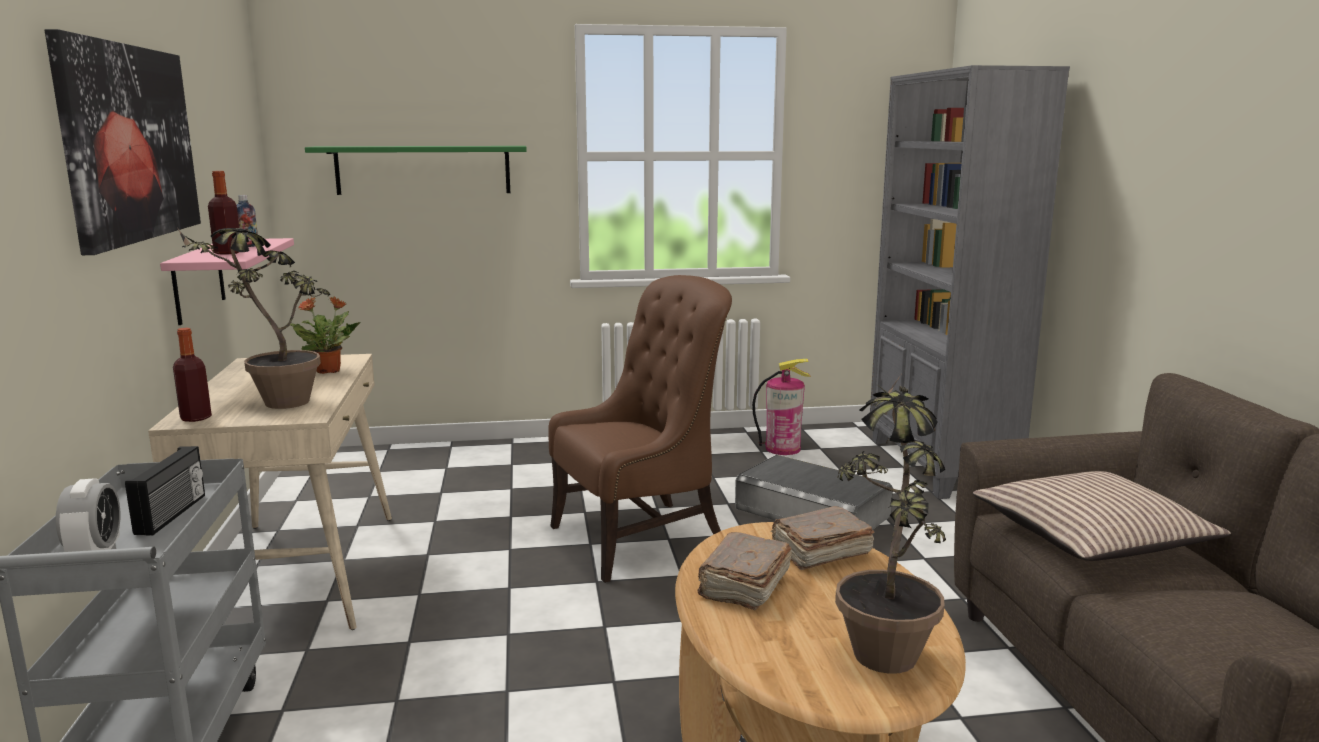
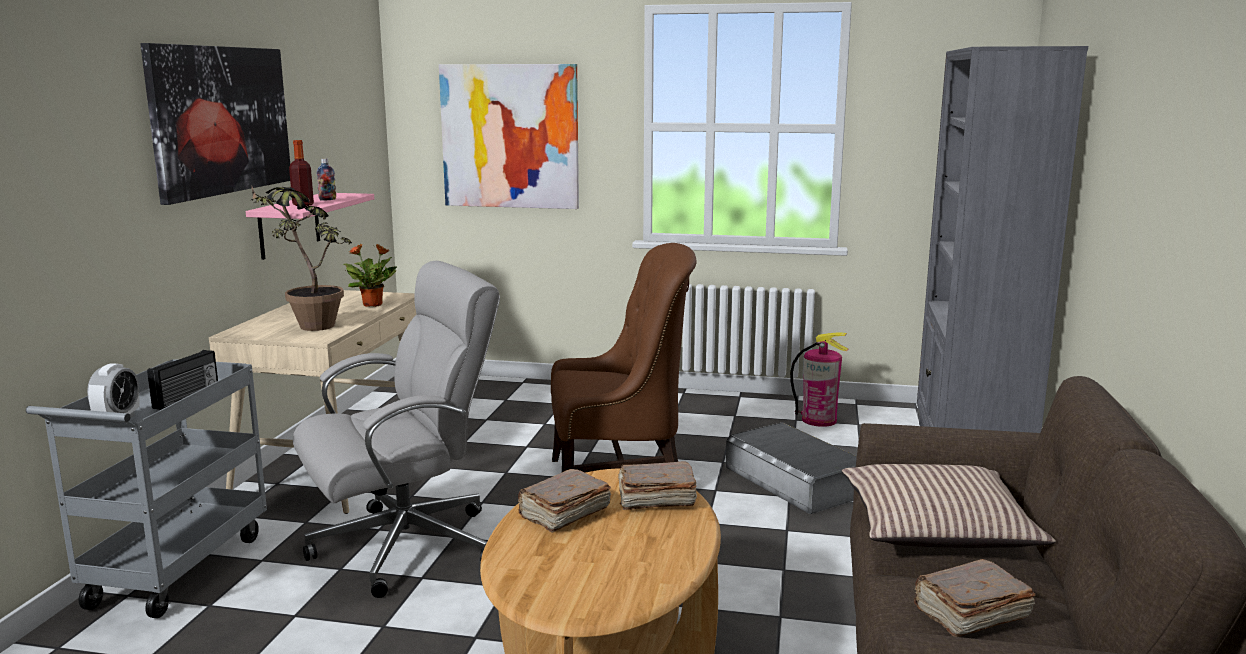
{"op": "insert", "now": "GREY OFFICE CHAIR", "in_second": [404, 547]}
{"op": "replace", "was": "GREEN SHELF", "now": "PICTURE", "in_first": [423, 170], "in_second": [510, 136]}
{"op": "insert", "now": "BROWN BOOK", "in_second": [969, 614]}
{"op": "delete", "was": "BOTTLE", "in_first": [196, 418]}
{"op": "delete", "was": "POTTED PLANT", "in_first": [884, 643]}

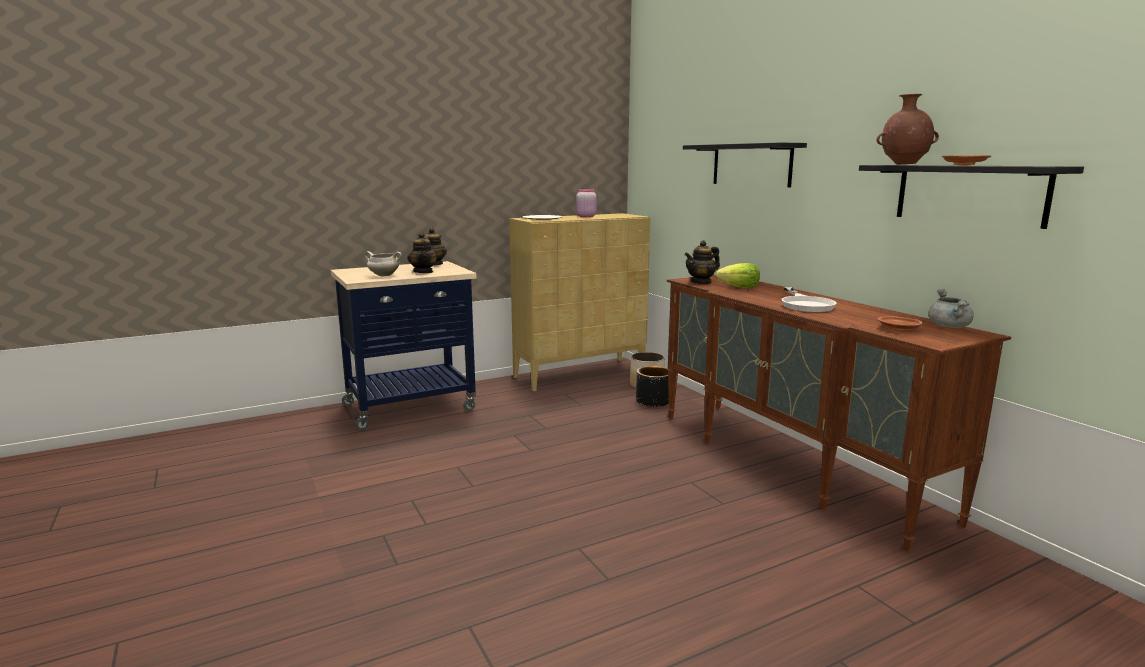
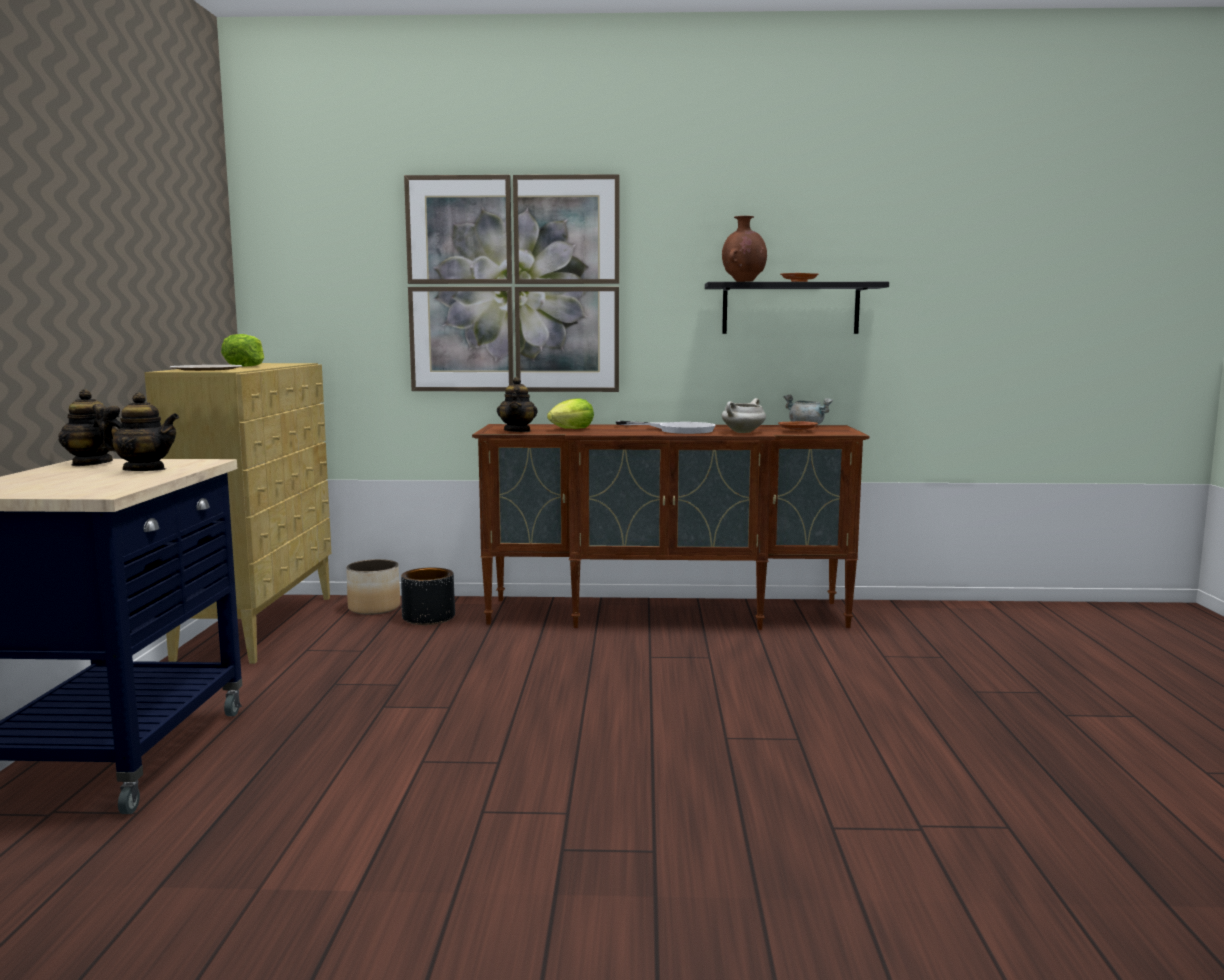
{"op": "replace", "was": "PINK JAR", "now": "LETTUCE", "in_first": [585, 217], "in_second": [245, 366]}
{"op": "replace", "was": "BLACK SHELF", "now": "PICTURE", "in_first": [751, 165], "in_second": [513, 285]}
{"op": "move", "was": "WHITE COOKING POT", "in_first": [383, 275], "in_second": [743, 432]}

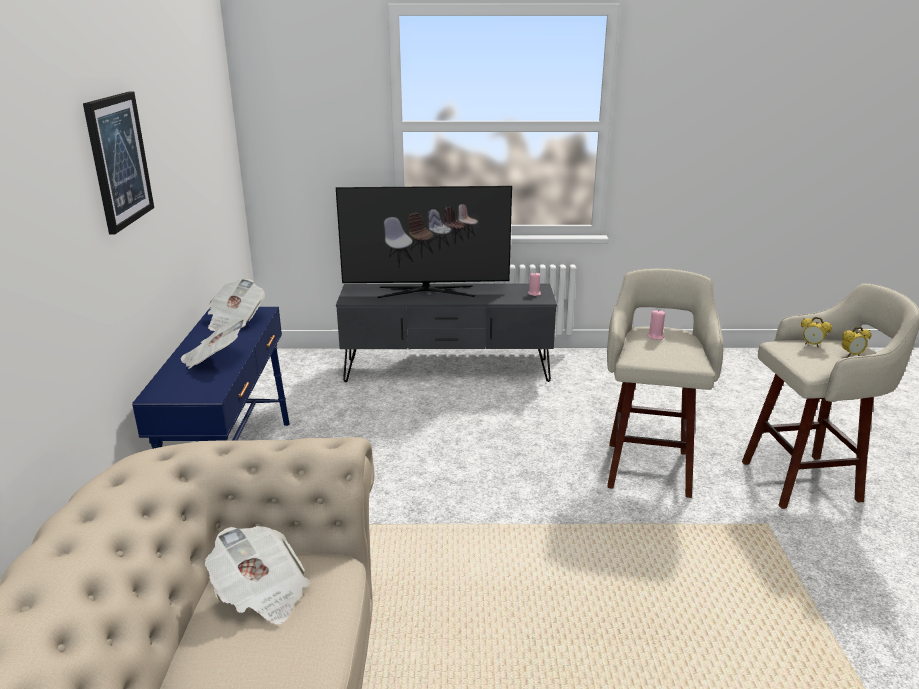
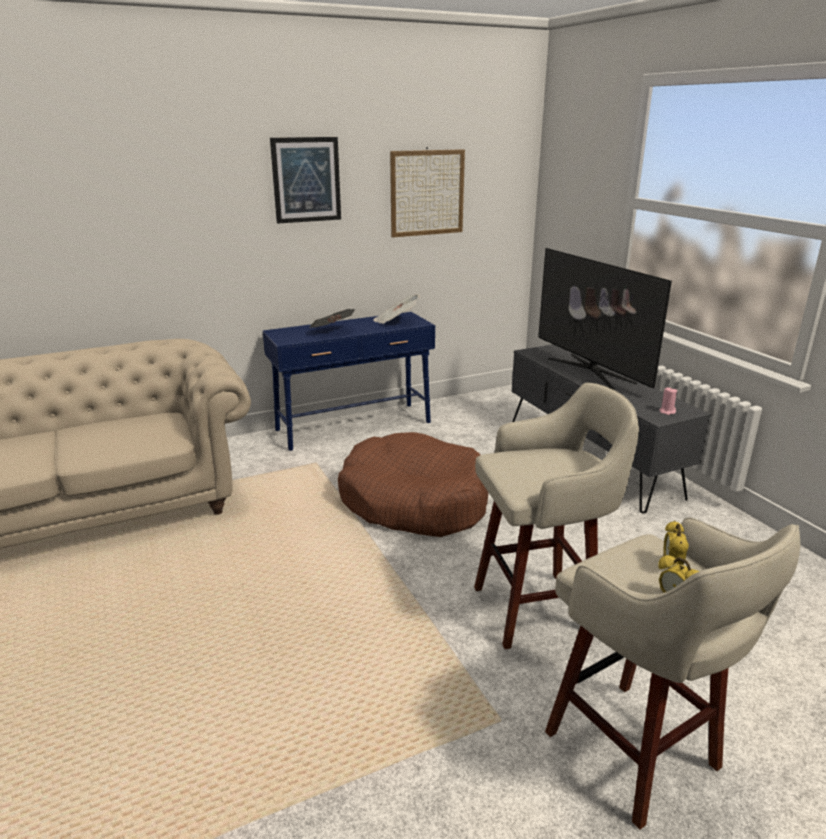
{"op": "insert", "now": "BROWN DOG BED", "in_second": [414, 501]}
{"op": "insert", "now": "PICTURE", "in_second": [427, 191]}
{"op": "delete", "was": "NEWSPAPER", "in_first": [261, 593]}
{"op": "delete", "was": "PINK CANDLE", "in_first": [655, 336]}

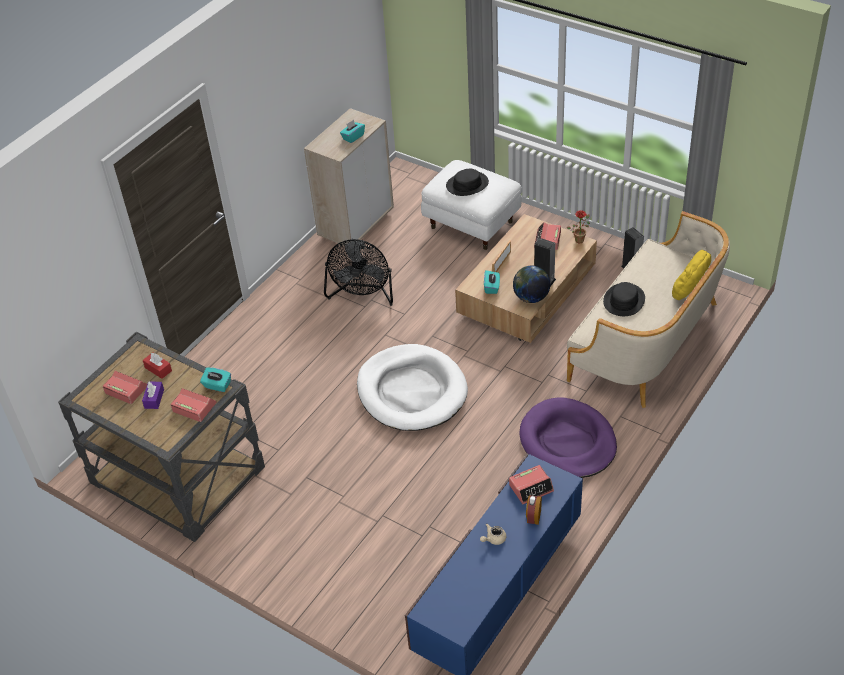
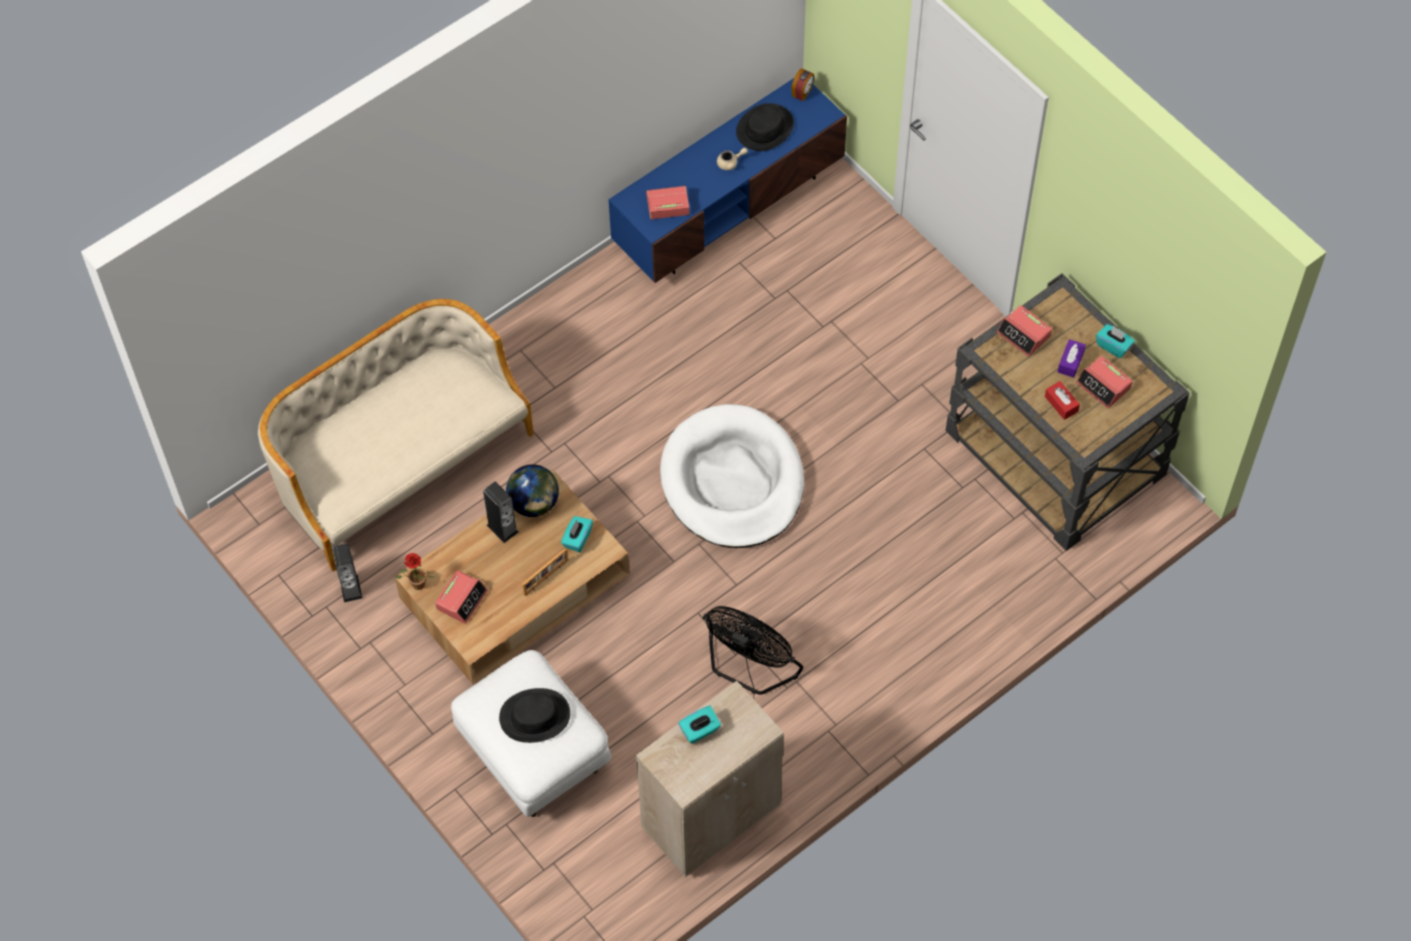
{"op": "move", "was": "BLACK HAT", "in_first": [623, 300], "in_second": [765, 128]}
{"op": "move", "was": "ALARM CLOCK", "in_first": [533, 516], "in_second": [802, 92]}
{"op": "move", "was": "TURQUOISE TISSUE BOX", "in_first": [217, 386], "in_second": [1113, 346]}
{"op": "delete", "was": "PURPLE DOG BED", "in_first": [567, 442]}
{"op": "delete", "was": "YELLOW PILLOW", "in_first": [689, 293]}

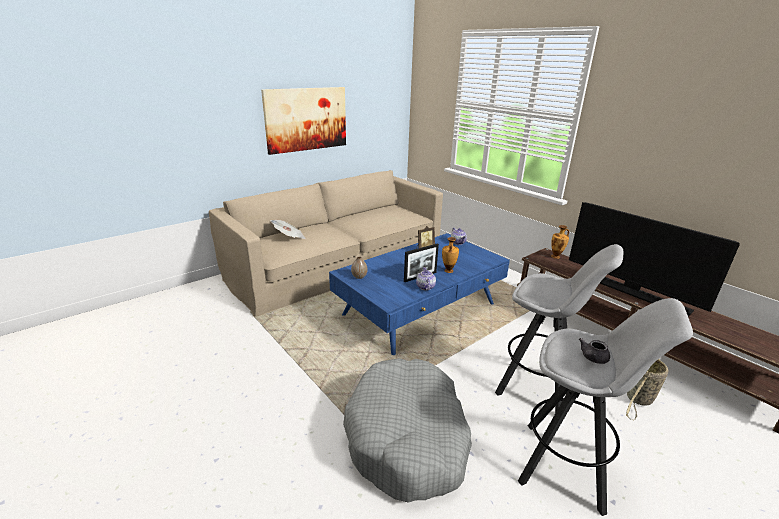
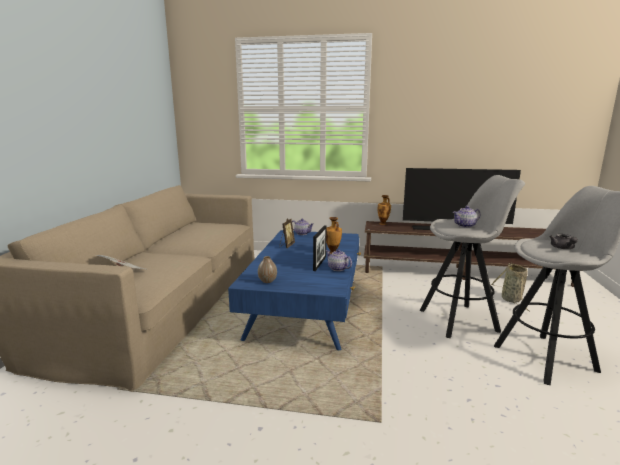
{"op": "insert", "now": "TEAPOT", "in_second": [465, 225]}
{"op": "delete", "was": "PICTURE", "in_first": [306, 119]}
{"op": "delete", "was": "GREY DOG BED", "in_first": [408, 437]}

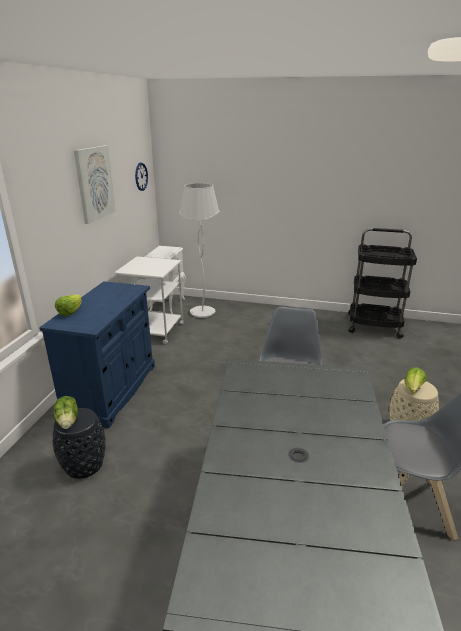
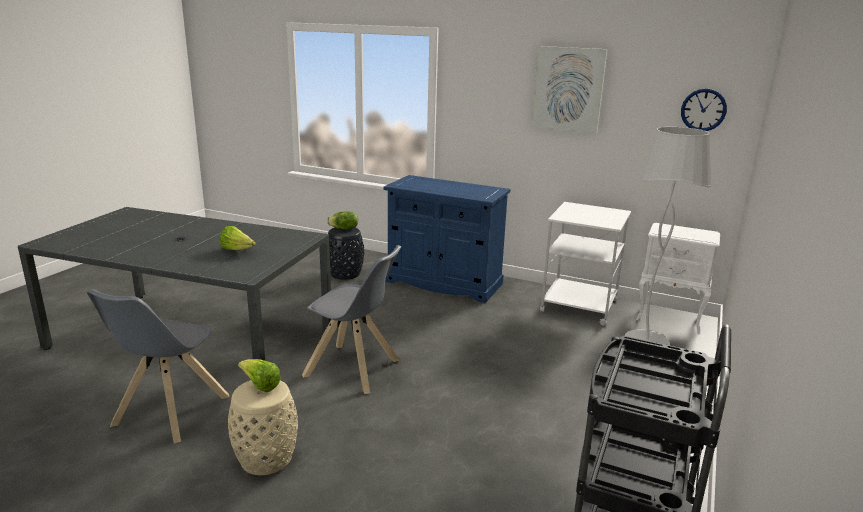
{"op": "move", "was": "LETTUCE", "in_first": [70, 312], "in_second": [237, 250]}

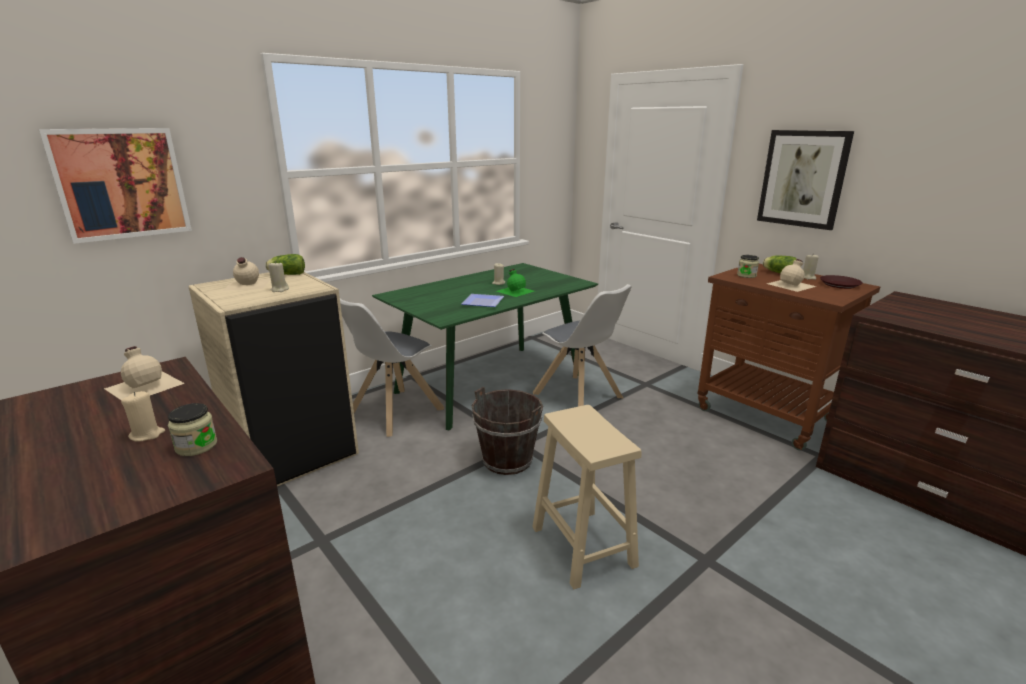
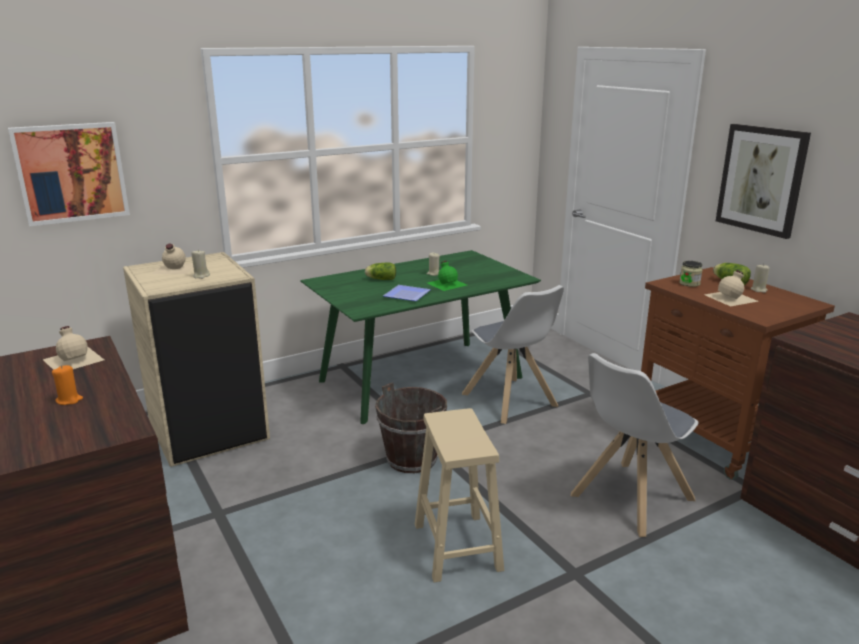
{"op": "recolor", "was": "BEIGE CANDLE", "now": "ORANGE CANDLE", "in_first": [147, 435], "in_second": [69, 400]}
{"op": "move", "was": "LETTUCE", "in_first": [286, 274], "in_second": [380, 279]}
{"op": "move", "was": "CHAIR", "in_first": [393, 413], "in_second": [629, 499]}
{"op": "delete", "was": "JAR", "in_first": [196, 446]}
{"op": "delete", "was": "BROWN PLATE", "in_first": [839, 285]}

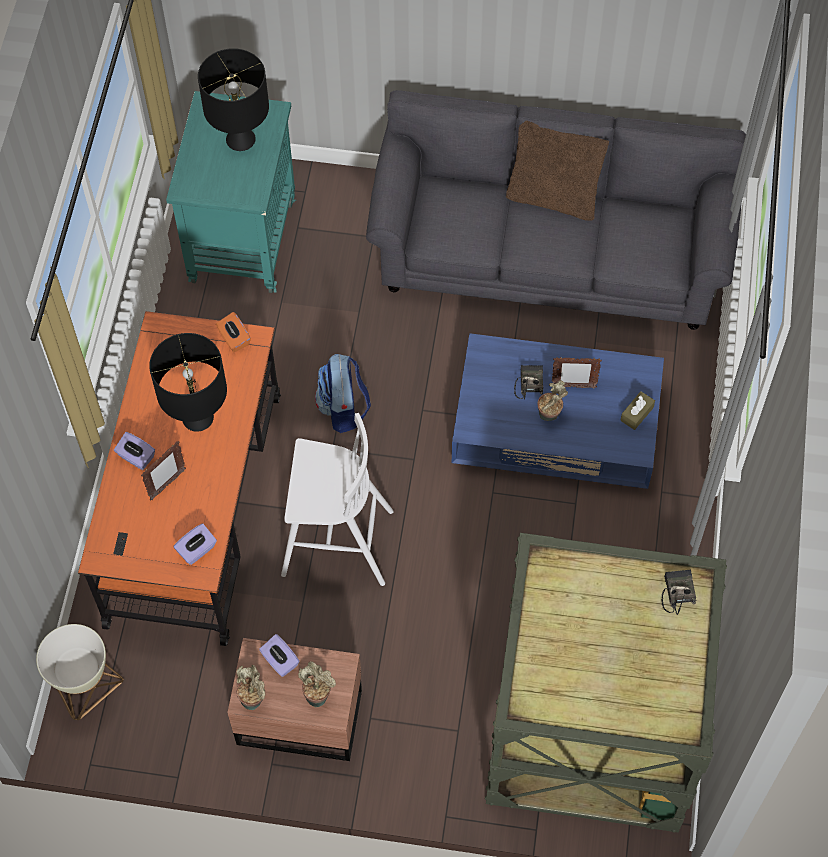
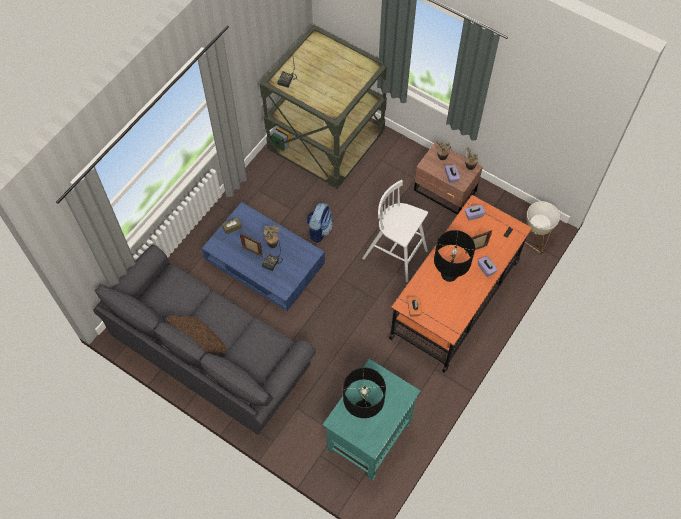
{"op": "move", "was": "BACKPACK", "in_first": [343, 409], "in_second": [319, 230]}

